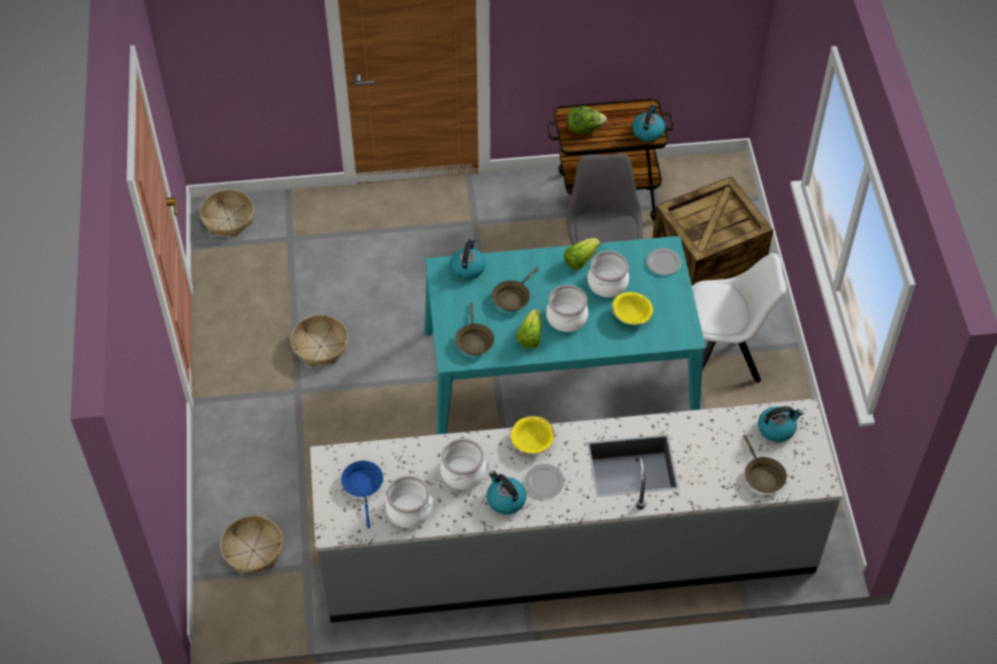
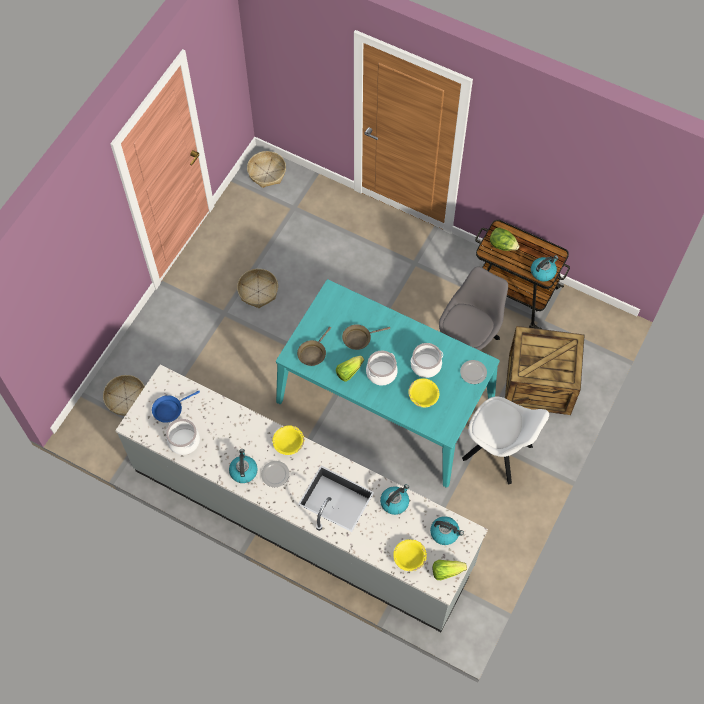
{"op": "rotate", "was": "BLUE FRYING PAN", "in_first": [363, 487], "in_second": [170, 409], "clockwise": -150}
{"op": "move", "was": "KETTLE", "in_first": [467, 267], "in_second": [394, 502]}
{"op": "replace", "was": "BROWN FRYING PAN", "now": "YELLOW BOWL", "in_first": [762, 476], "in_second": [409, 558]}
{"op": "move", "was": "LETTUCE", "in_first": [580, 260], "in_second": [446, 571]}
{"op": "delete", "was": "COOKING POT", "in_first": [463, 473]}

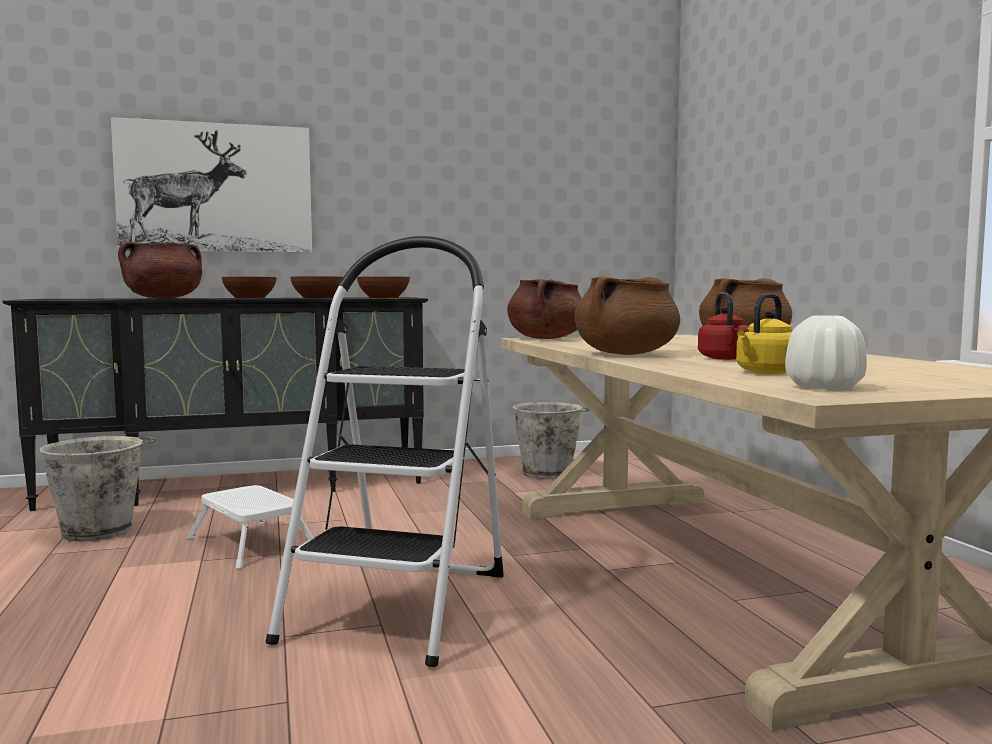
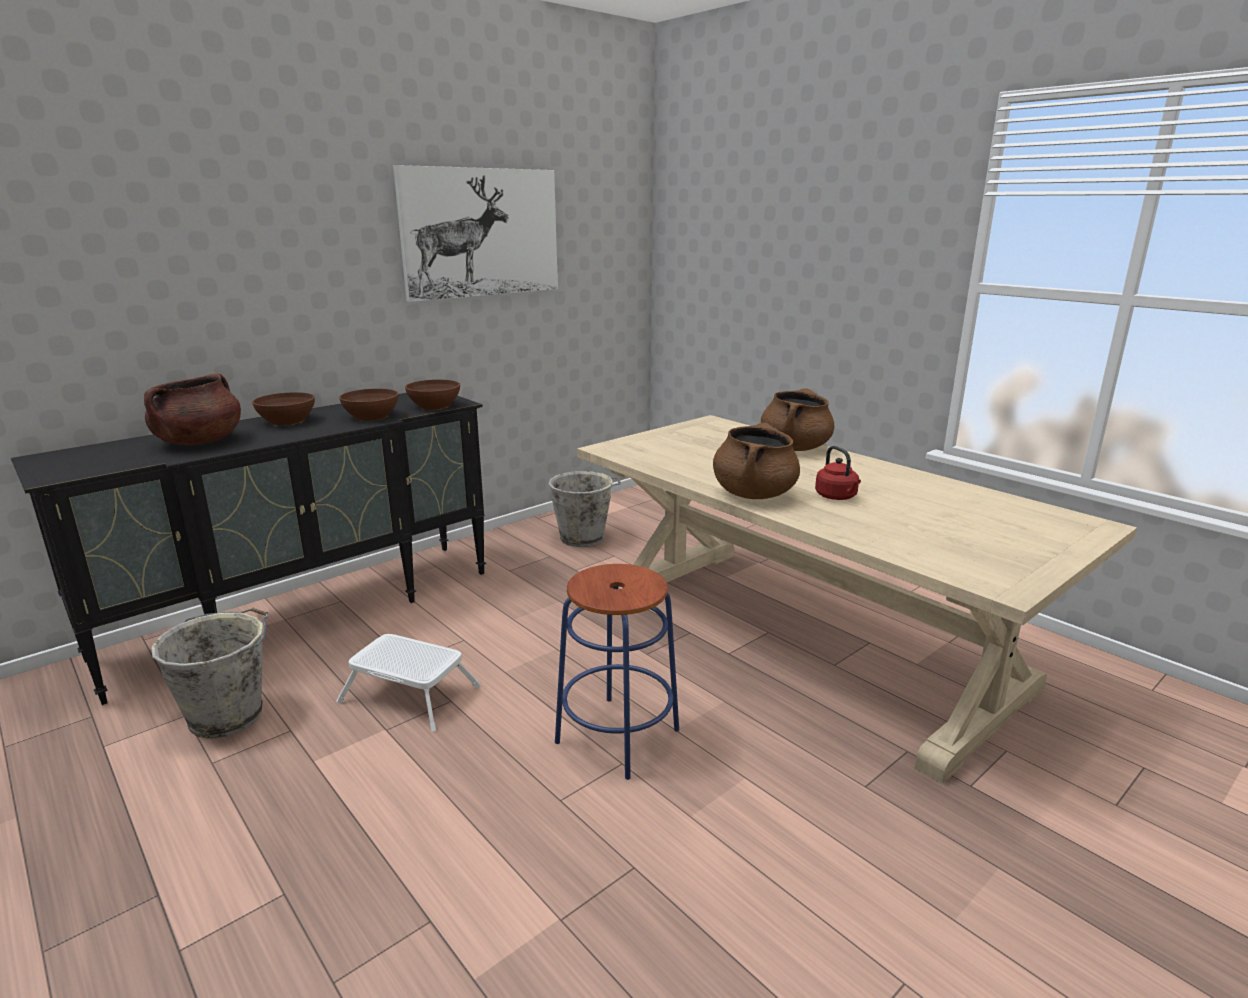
{"op": "move", "was": "PICTURE", "in_first": [216, 188], "in_second": [481, 233]}
{"op": "replace", "was": "STEP LADDER", "now": "BLUE STOOL", "in_first": [403, 604], "in_second": [617, 736]}
{"op": "delete", "was": "BROWN COOKING POT", "in_first": [546, 338]}
{"op": "delete", "was": "YELLOW KETTLE", "in_first": [766, 372]}
{"op": "delete", "was": "WHITE VASE", "in_first": [824, 387]}

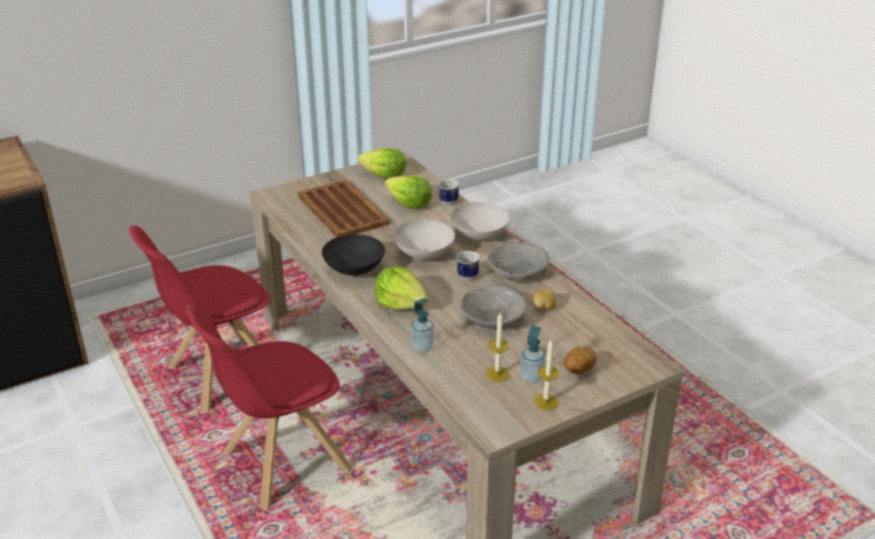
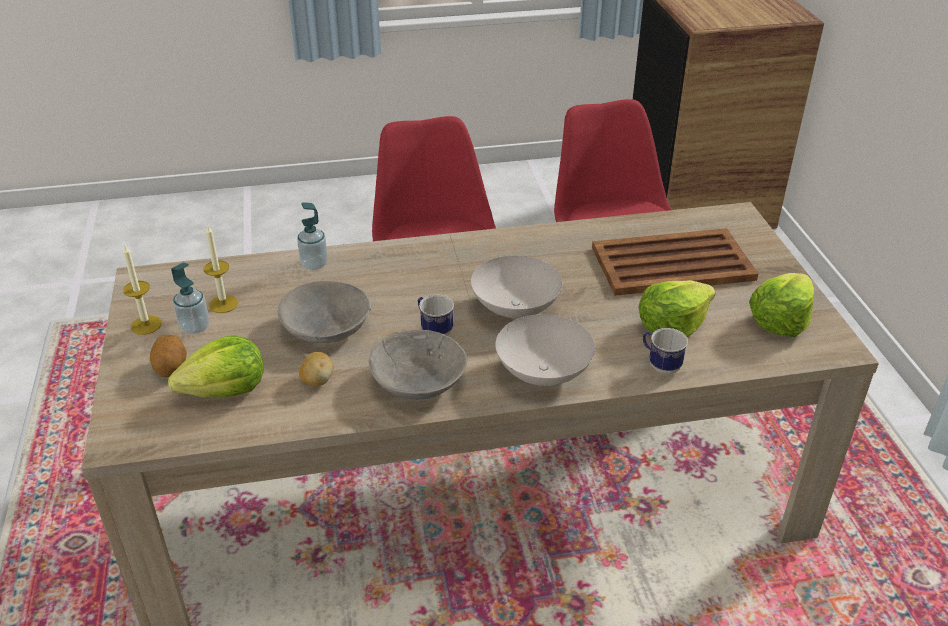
{"op": "move", "was": "LETTUCE", "in_first": [401, 303], "in_second": [226, 390]}
{"op": "delete", "was": "BLACK BOWL", "in_first": [355, 270]}

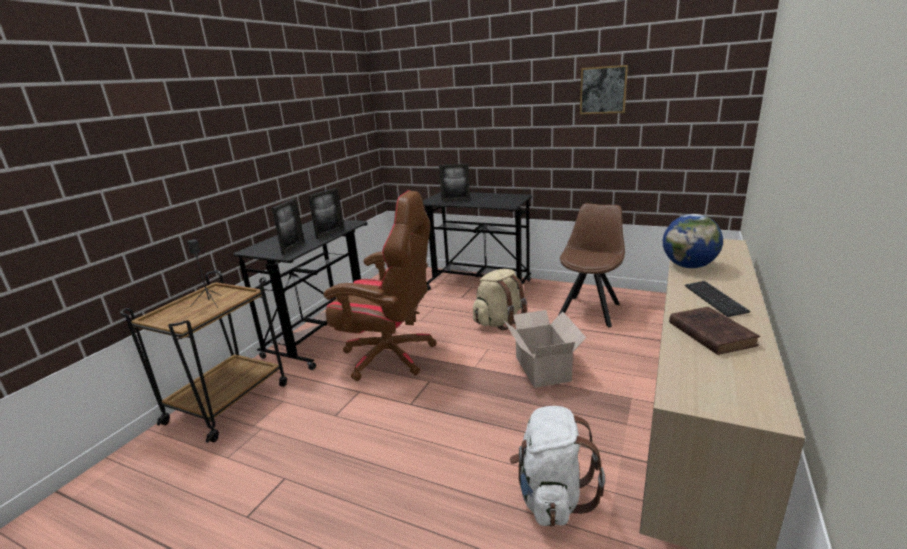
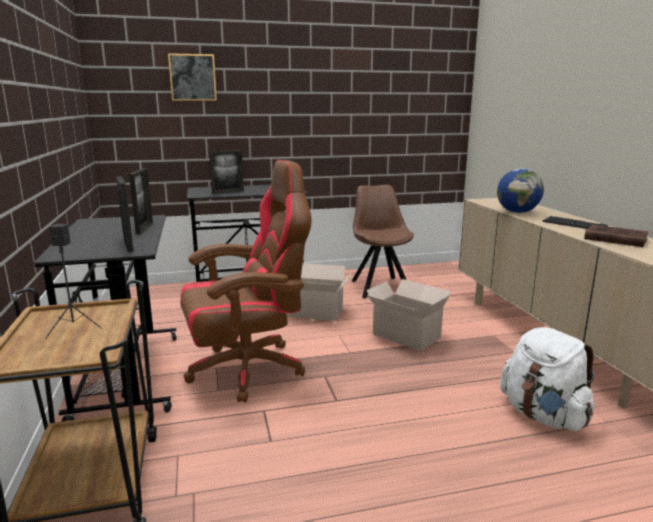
{"op": "move", "was": "PICTURE", "in_first": [603, 90], "in_second": [192, 77]}
{"op": "replace", "was": "BEIGE BACKPACK", "now": "CARDBOARD BOX", "in_first": [499, 321], "in_second": [316, 312]}

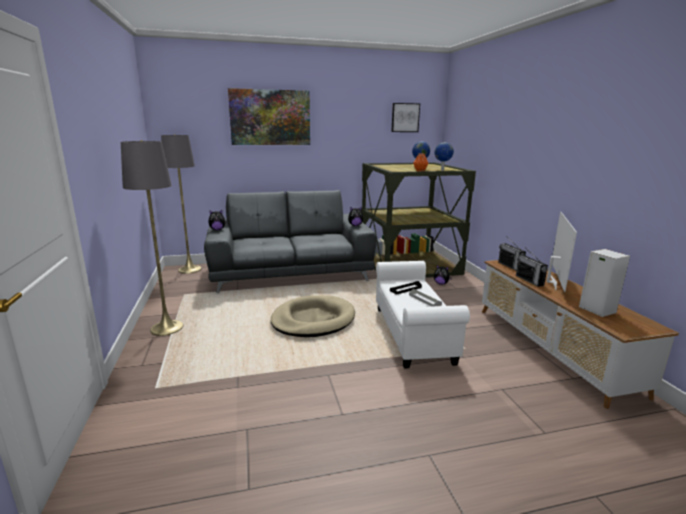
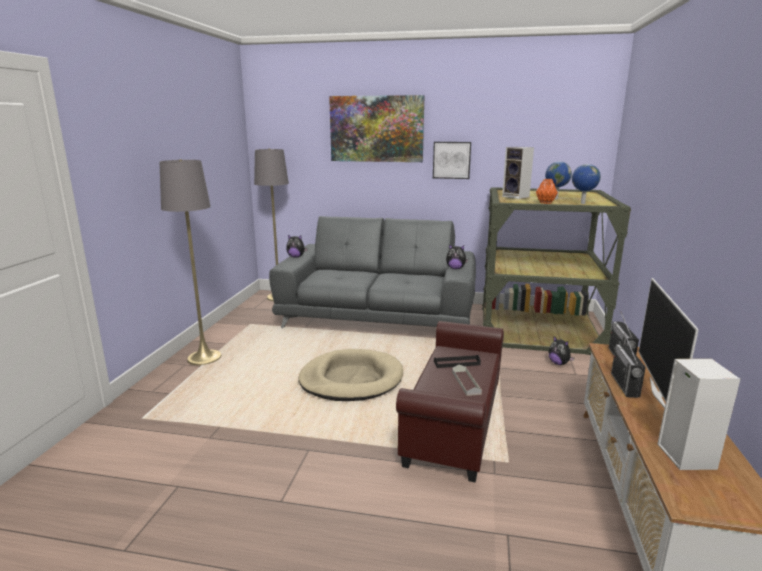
{"op": "recolor", "was": "WHITE OTTOMAN", "now": "BROWN OTTOMAN", "in_first": [413, 334], "in_second": [454, 425]}
{"op": "move", "was": "PICTURE", "in_first": [405, 117], "in_second": [451, 160]}
{"op": "insert", "now": "SPEAKER", "in_second": [516, 197]}
{"op": "rotate", "was": "TELEVISION", "in_first": [551, 282], "in_second": [660, 394], "clockwise": 150}

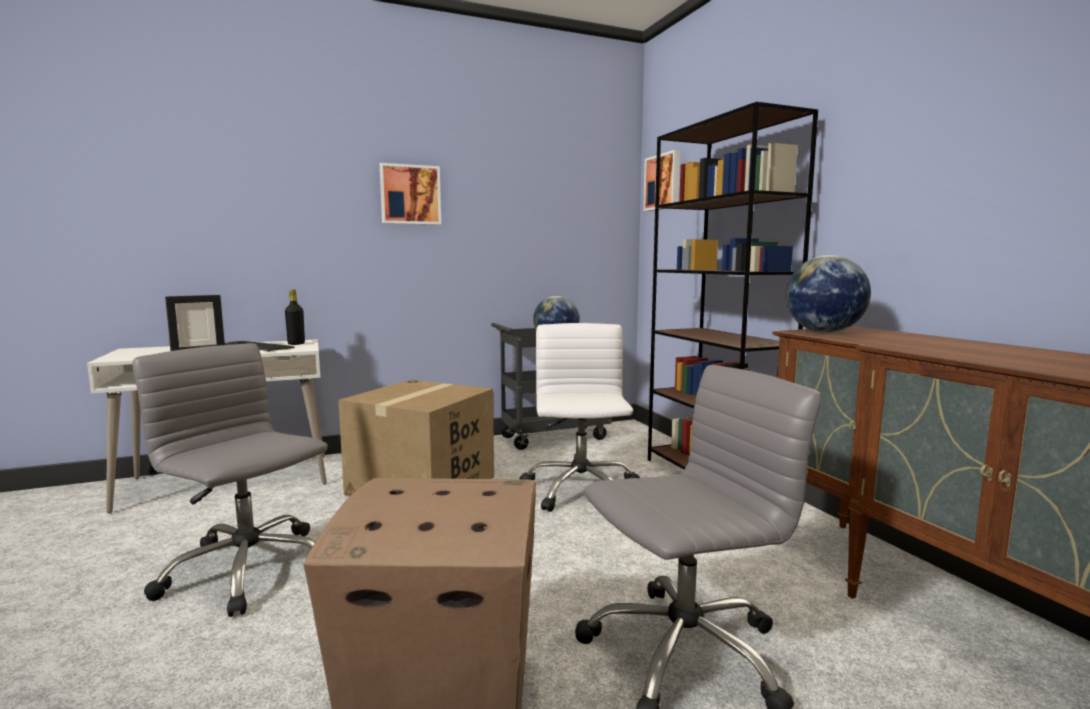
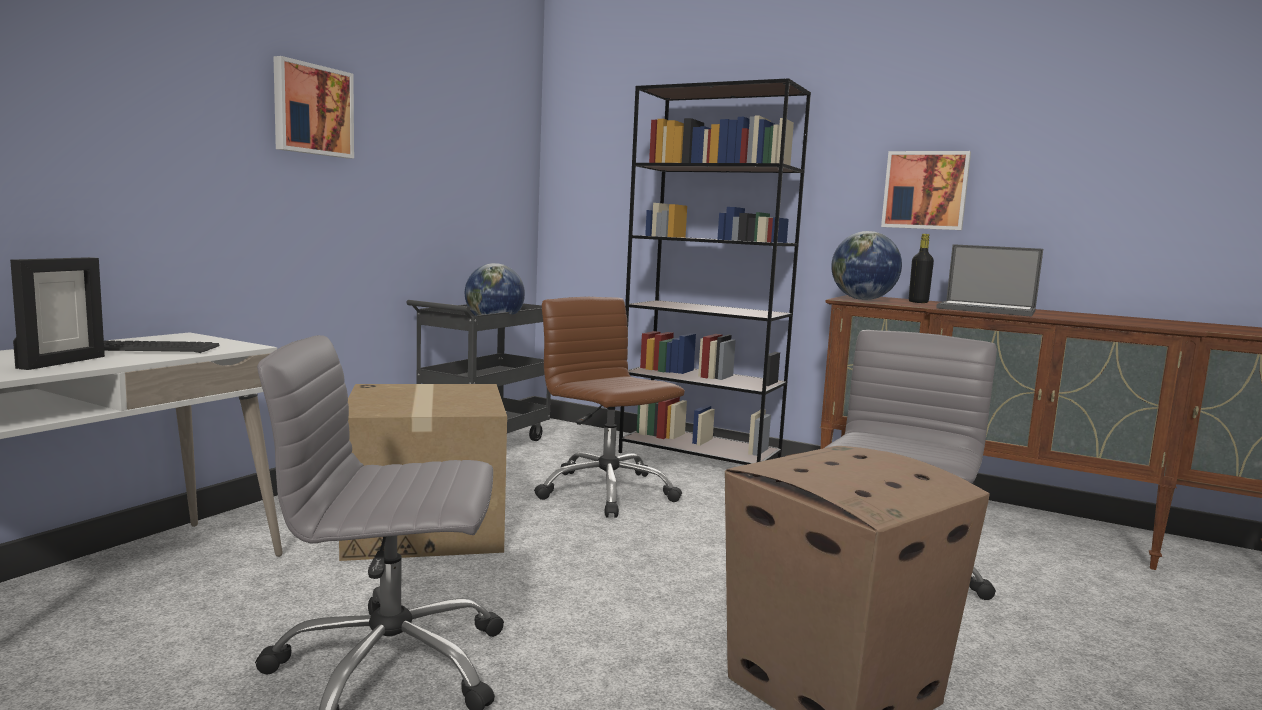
{"op": "recolor", "was": "WHITE OFFICE CHAIR", "now": "BROWN OFFICE CHAIR", "in_first": [580, 489], "in_second": [606, 491]}
{"op": "move", "was": "PICTURE", "in_first": [663, 182], "in_second": [925, 190]}
{"op": "move", "was": "BLACK BOTTLE", "in_first": [296, 344], "in_second": [918, 302]}
{"op": "insert", "now": "LAPTOP", "in_second": [987, 310]}

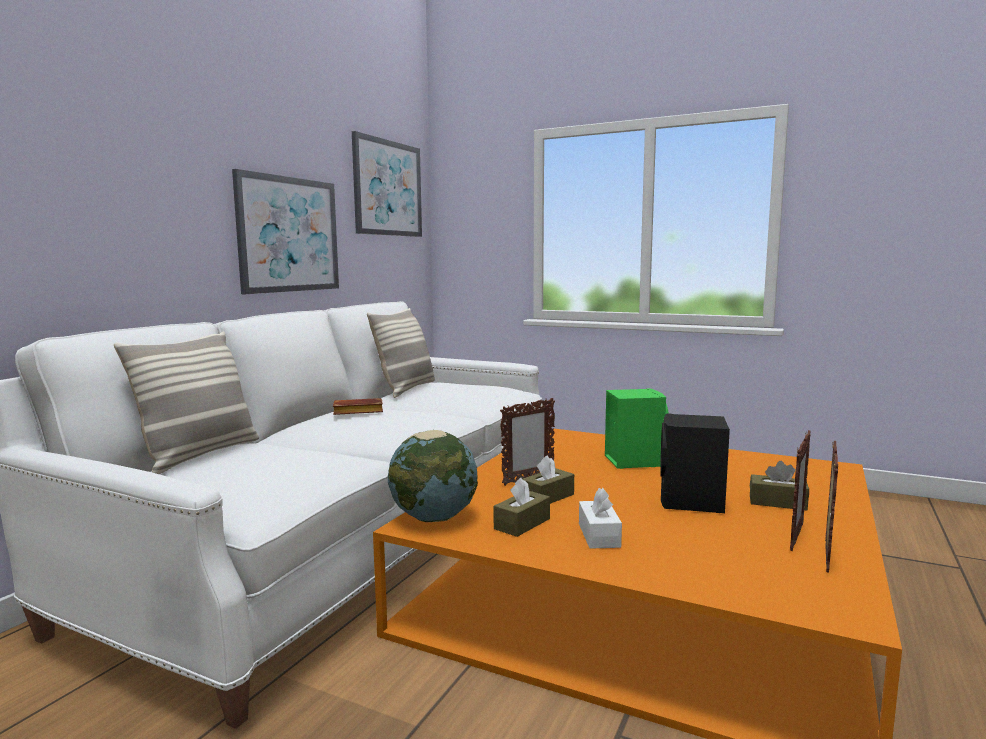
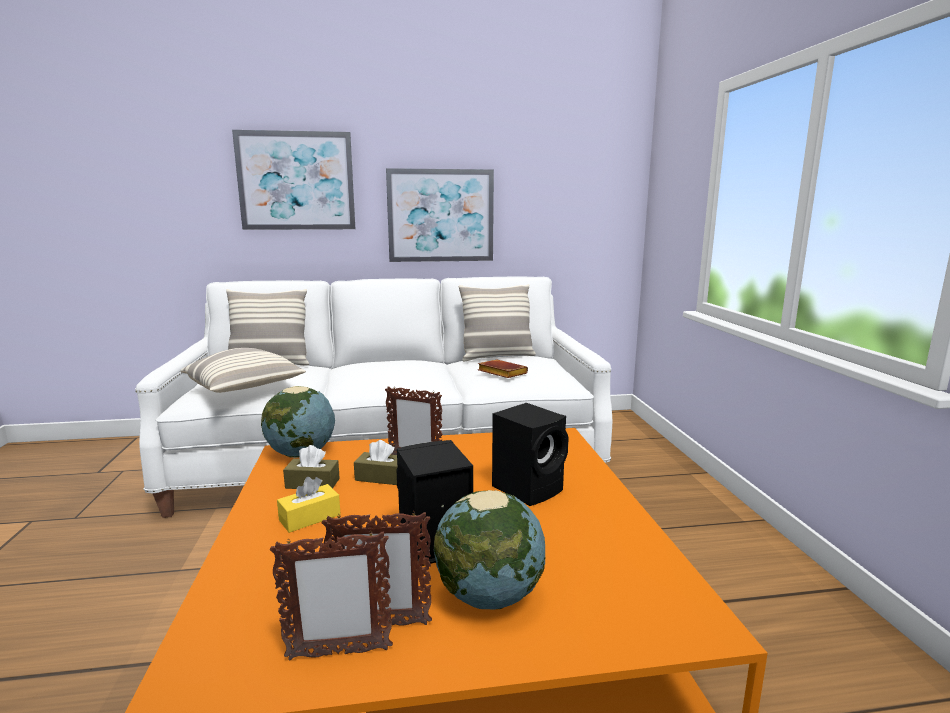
{"op": "insert", "now": "PILLOW", "in_second": [245, 388]}
{"op": "move", "was": "PICTURE", "in_first": [388, 188], "in_second": [296, 181]}
{"op": "recolor", "was": "WHITE TISSUE BOX", "now": "YELLOW TISSUE BOX", "in_first": [599, 535], "in_second": [310, 517]}
{"op": "replace", "was": "BROWN TISSUE BOX", "now": "GLOBE", "in_first": [777, 502], "in_second": [489, 596]}
{"op": "move", "was": "BROWN BOOK", "in_first": [356, 412], "in_second": [500, 373]}
{"op": "recolor", "was": "GREEN SPEAKER", "now": "BLACK SPEAKER", "in_first": [633, 460], "in_second": [529, 488]}

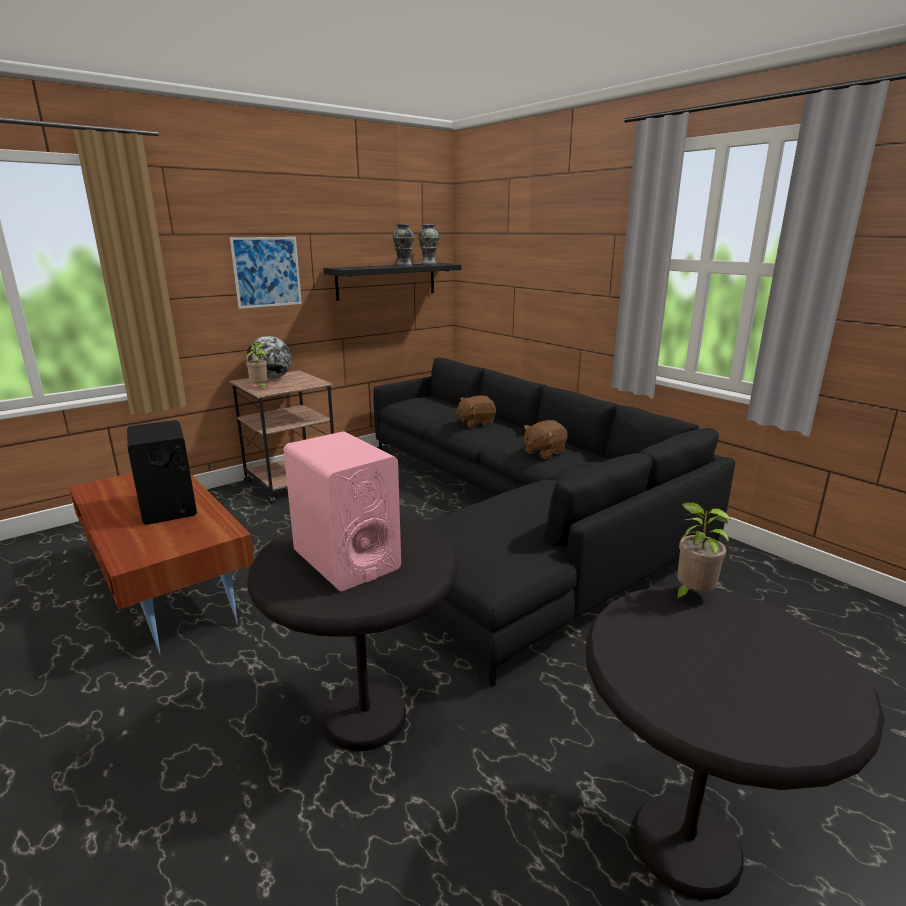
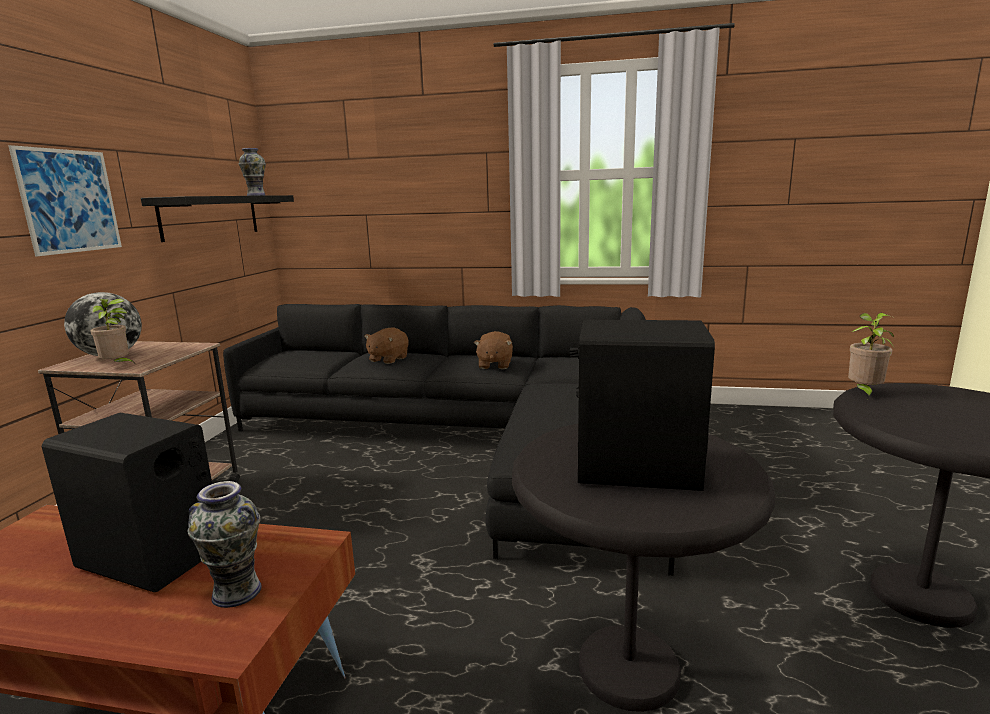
{"op": "move", "was": "VASE", "in_first": [403, 265], "in_second": [236, 592]}
{"op": "recolor", "was": "PINK SPEAKER", "now": "BLACK SPEAKER", "in_first": [346, 559], "in_second": [636, 469]}

